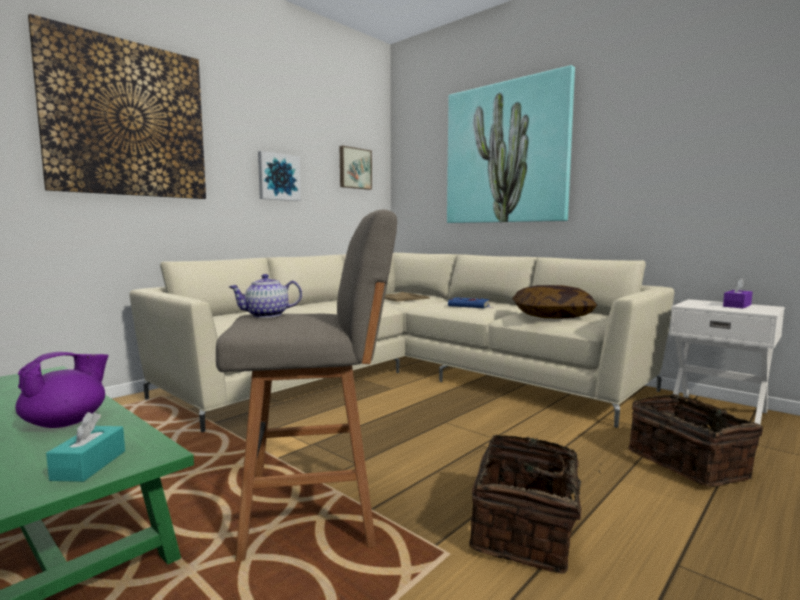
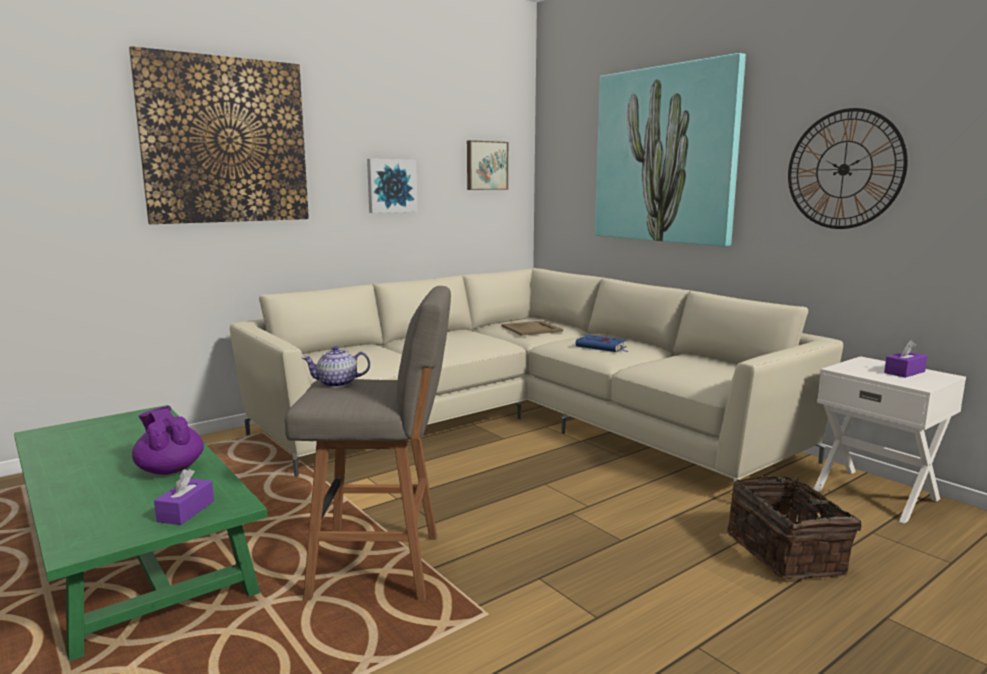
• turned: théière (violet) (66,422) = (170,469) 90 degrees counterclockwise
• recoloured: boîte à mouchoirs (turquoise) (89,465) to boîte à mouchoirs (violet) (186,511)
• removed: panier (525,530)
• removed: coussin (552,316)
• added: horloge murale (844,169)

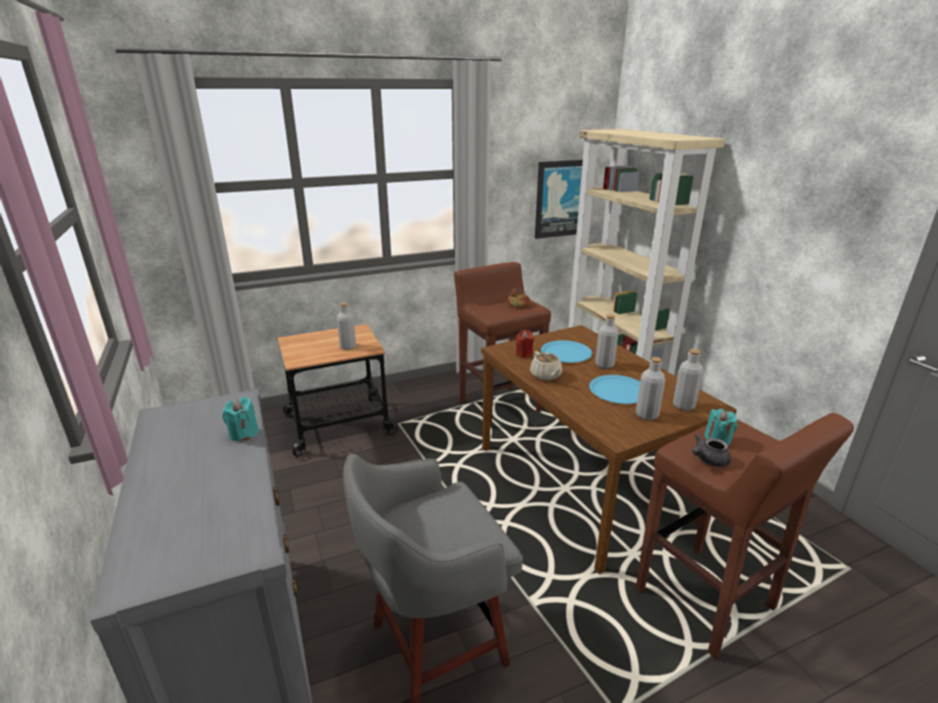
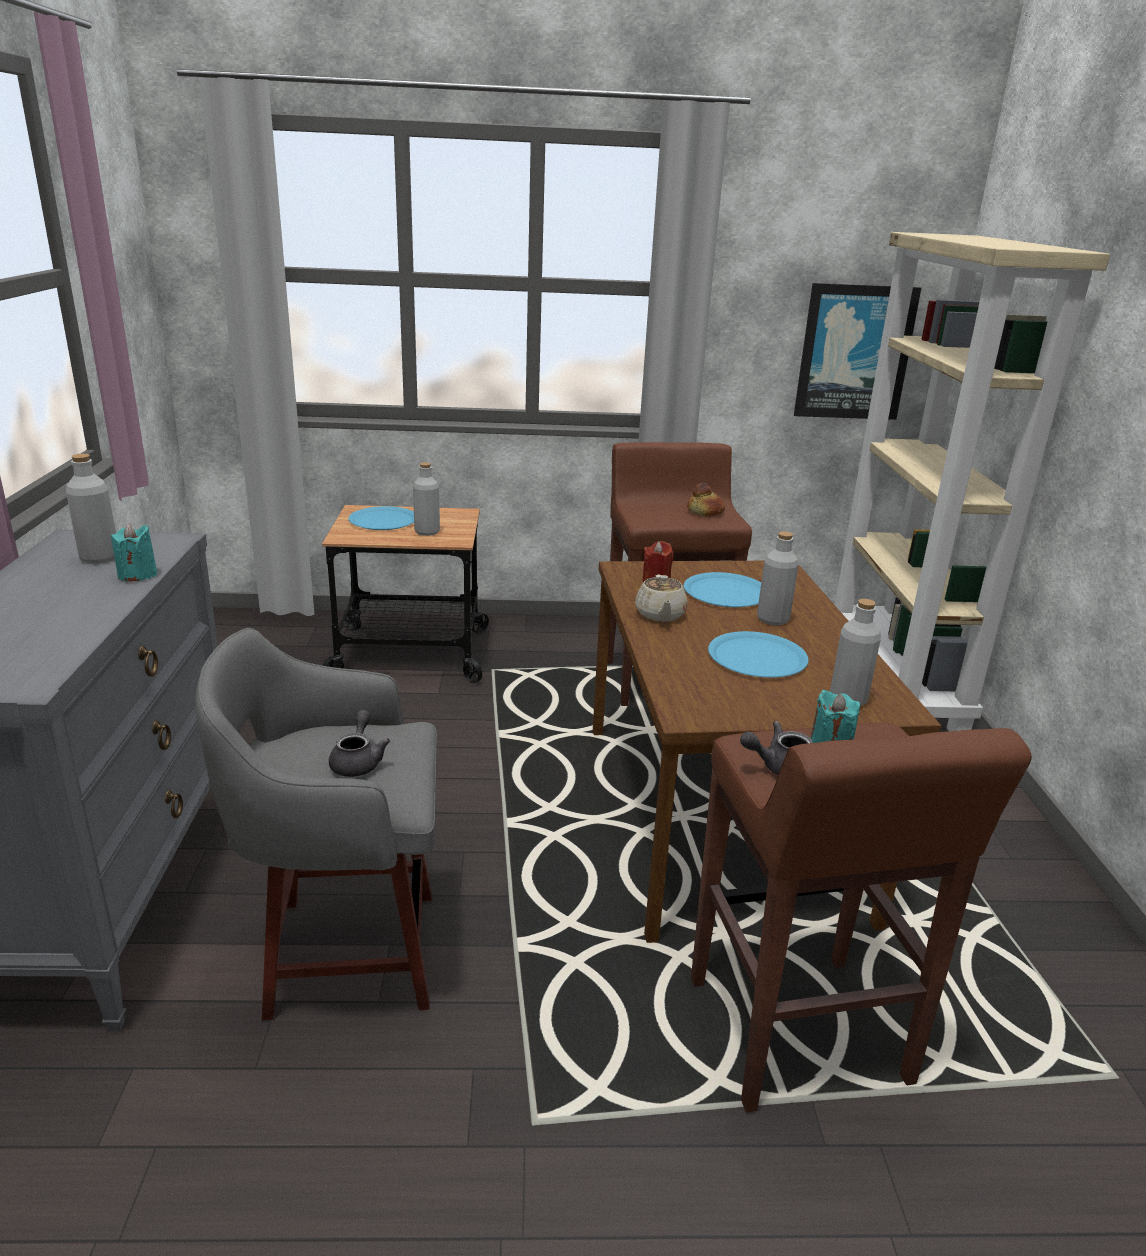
• moved: bouteille (gris) (647,415) to (99,557)
• added: théière (gris) (358,761)
• added: assiette (bleu) (383,520)

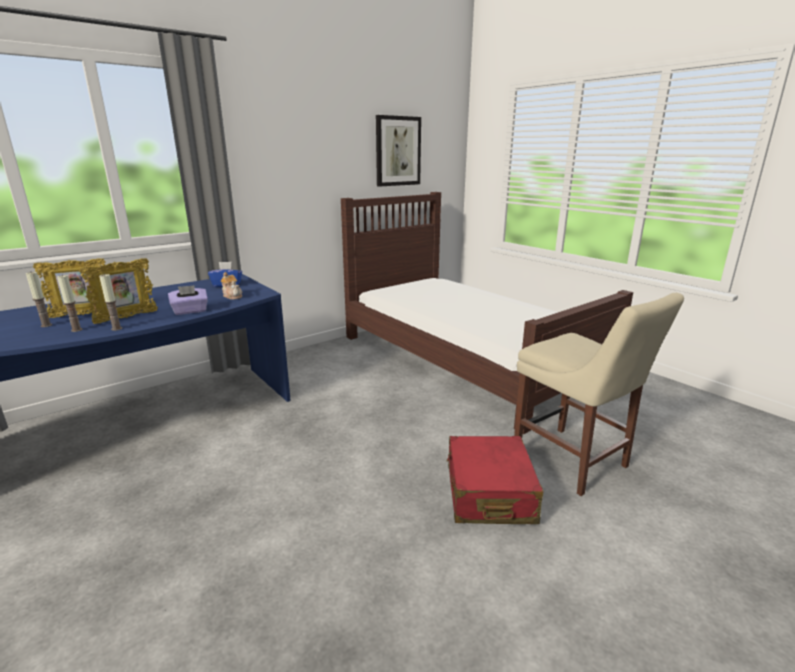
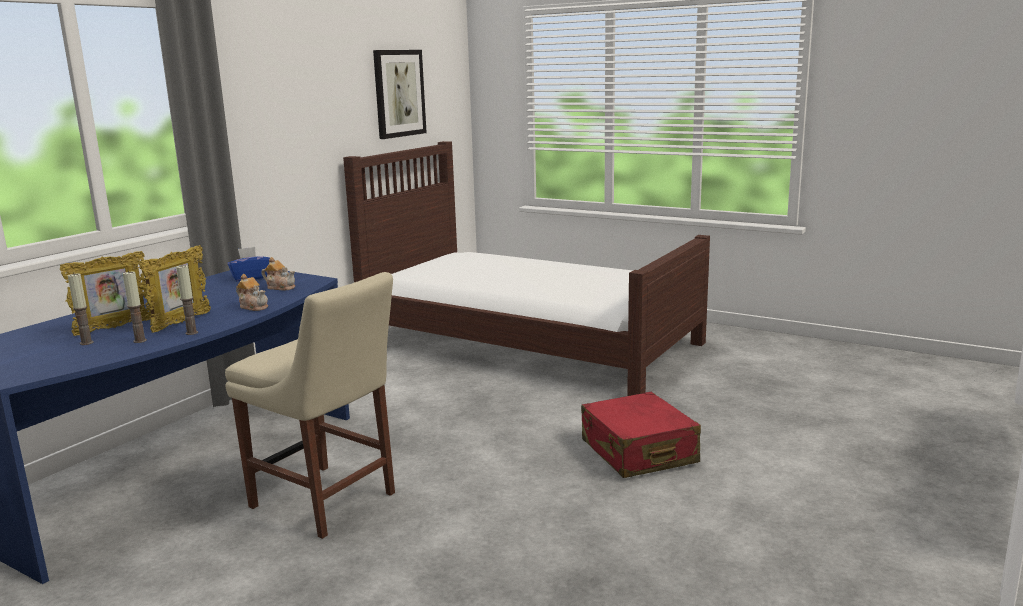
• replaced: boîte à mouchoirs (violet) (190,311) to théière (254,307)
• moved: chaise (beige) (574,462) to (327,502)

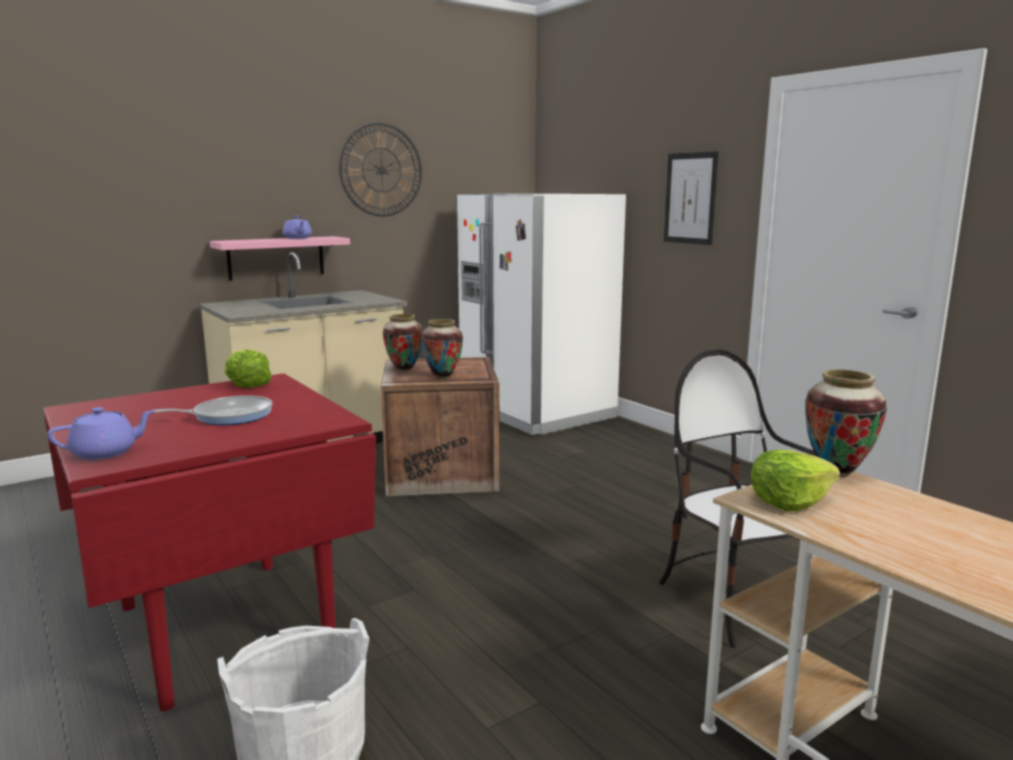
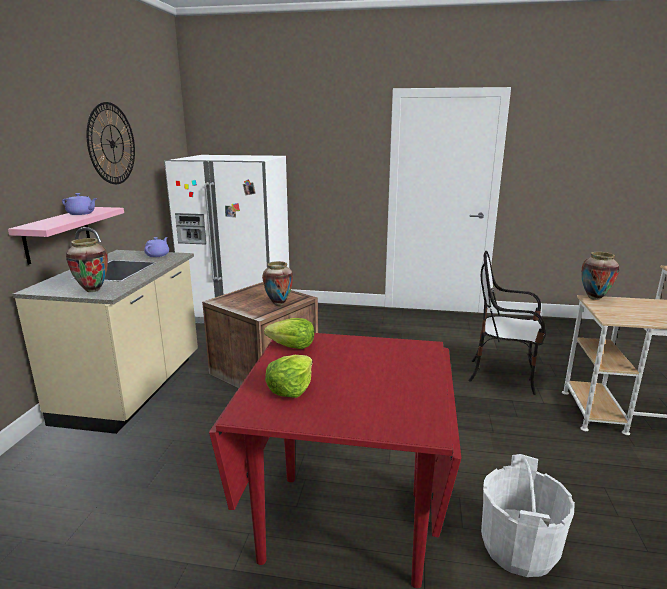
• moved: théière (violet) (106,452) to (158,255)
• removed: poêle (228,416)
• moved: vase (404,370) to (93,290)
• removed: tableau (690,198)
• moved: laitue (789,501) to (290,388)

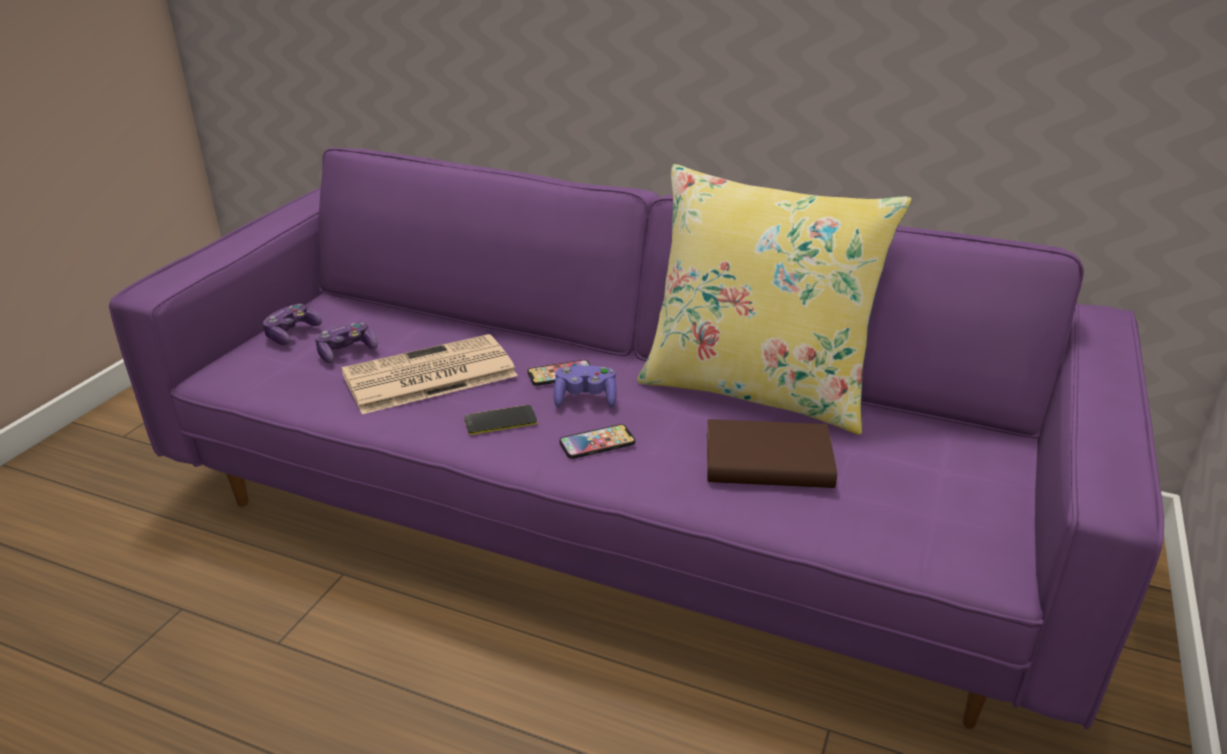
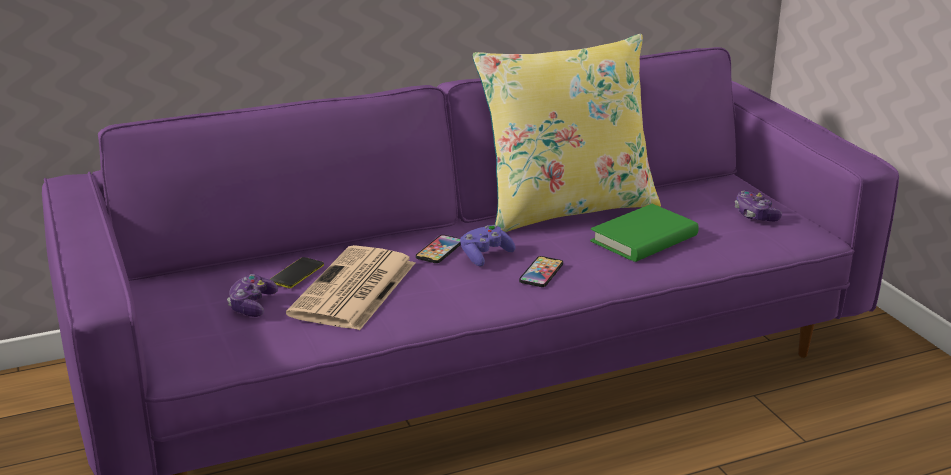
• moved: manette (292,333) to (755,215)
• moved: téléphone (500,421) to (297,273)
• recoloured: livre (marron) (768,461) to livre (vert) (644,239)

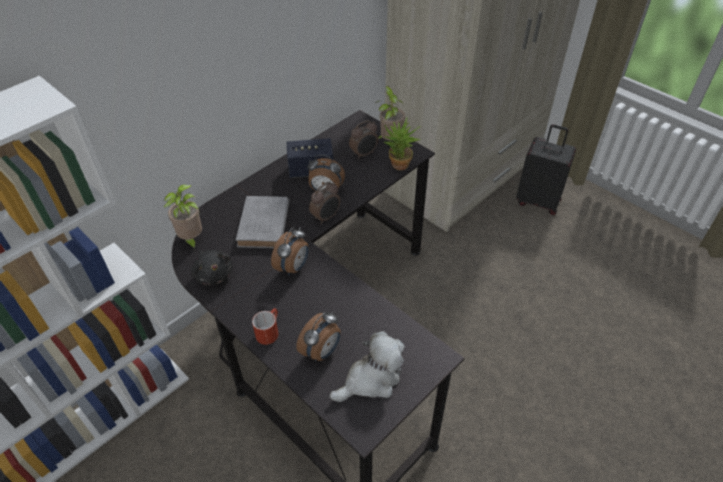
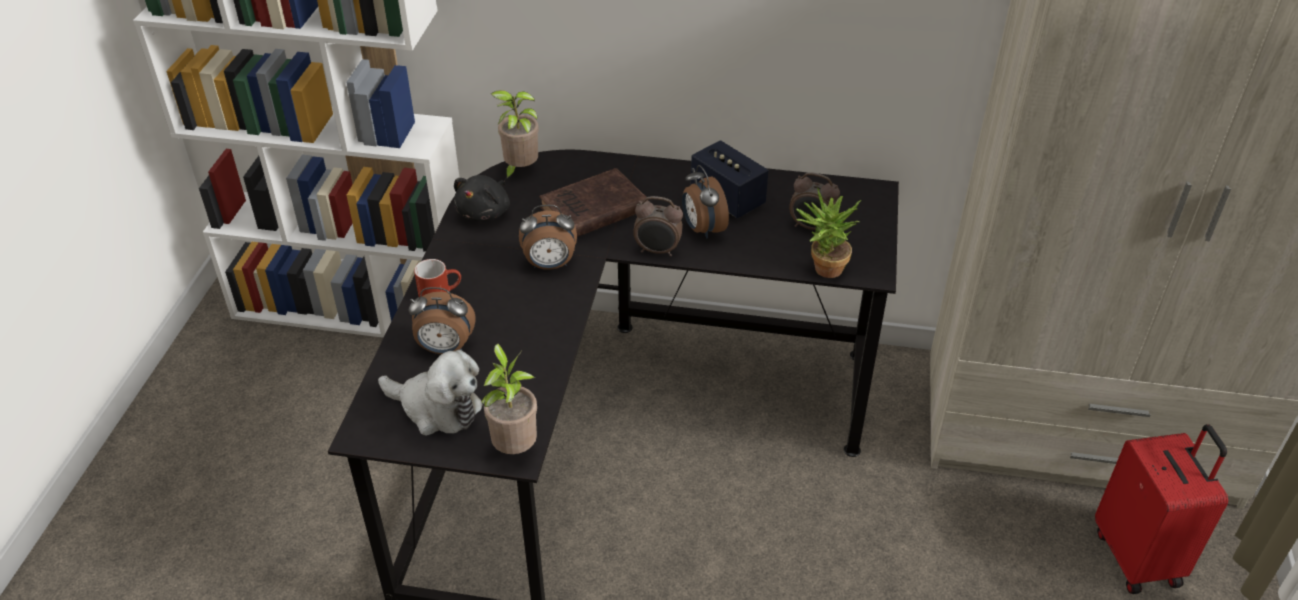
• recoloured: livre (gris) (263,226) to livre (marron) (591,210)
• moved: plante en pot (389,141) to (515,447)
• recoloured: valise (noir) (538,201) to valise (rouge) (1138,557)

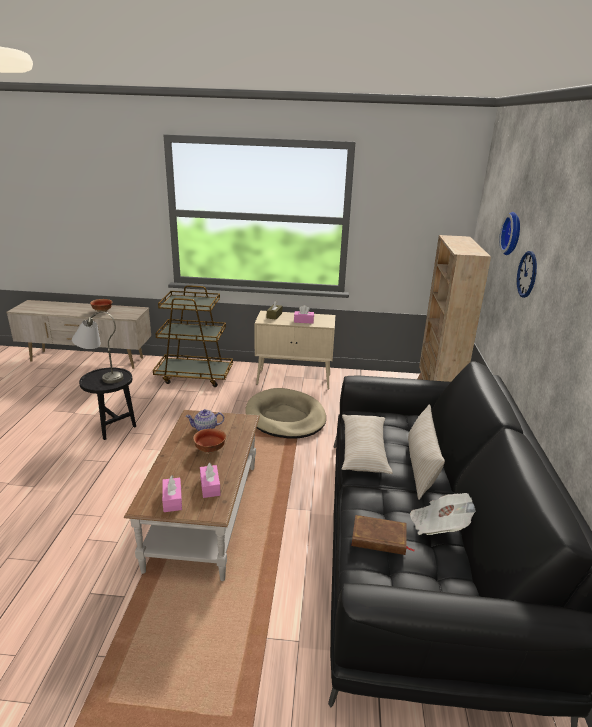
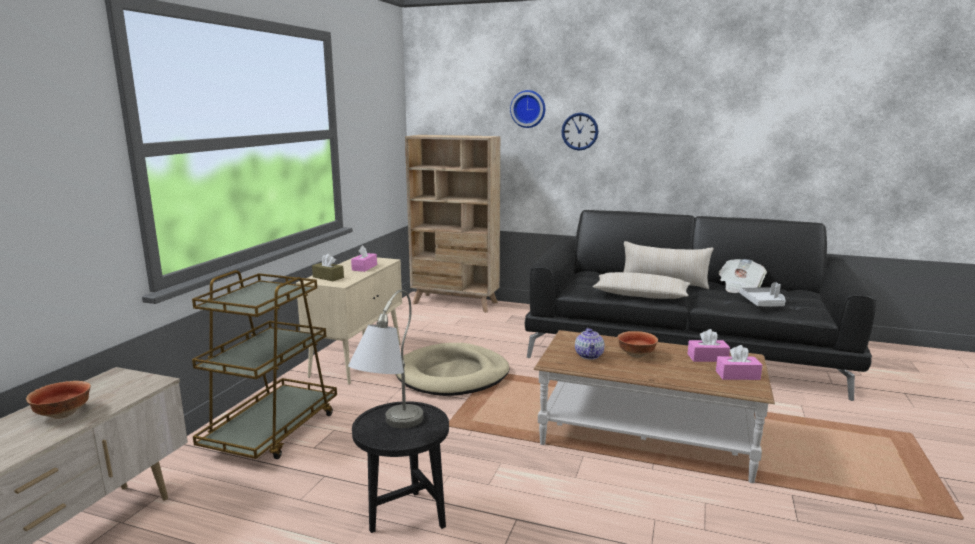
• replaced: livre (marron) (379,538) to plateau (gris) (763,303)

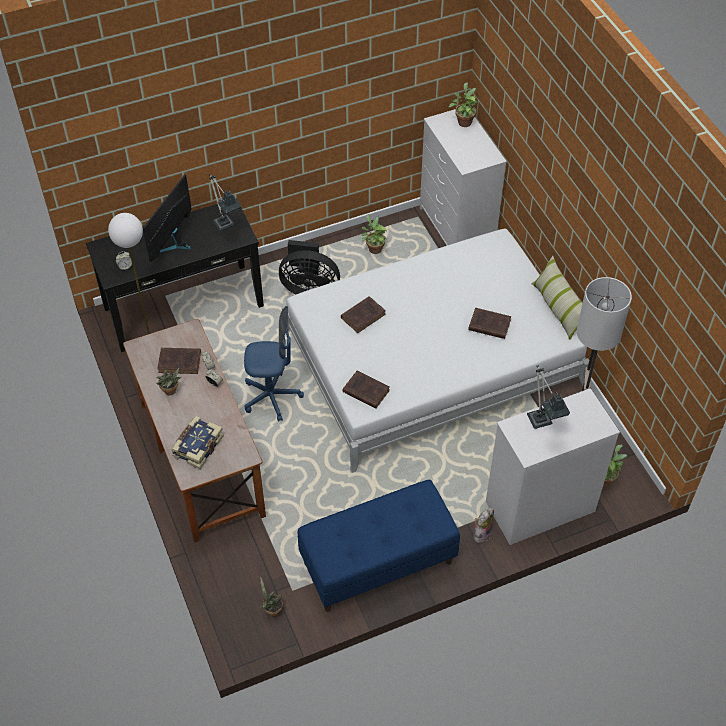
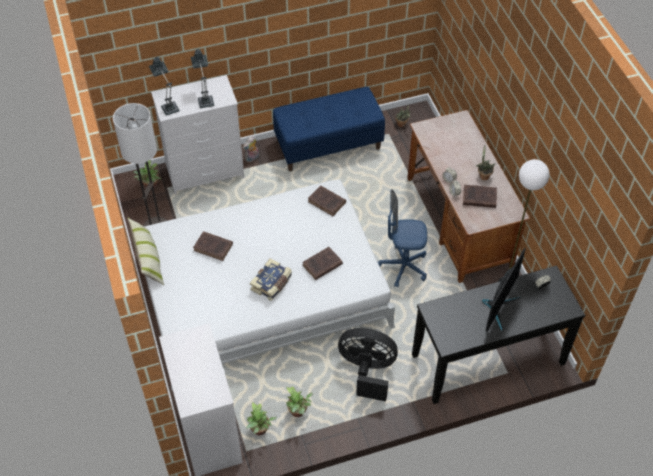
• moved: livre (197,446) to (272,284)
• moved: lampe de table (226,226) to (168,106)
• moved: plante en pot (463,121) to (260,431)

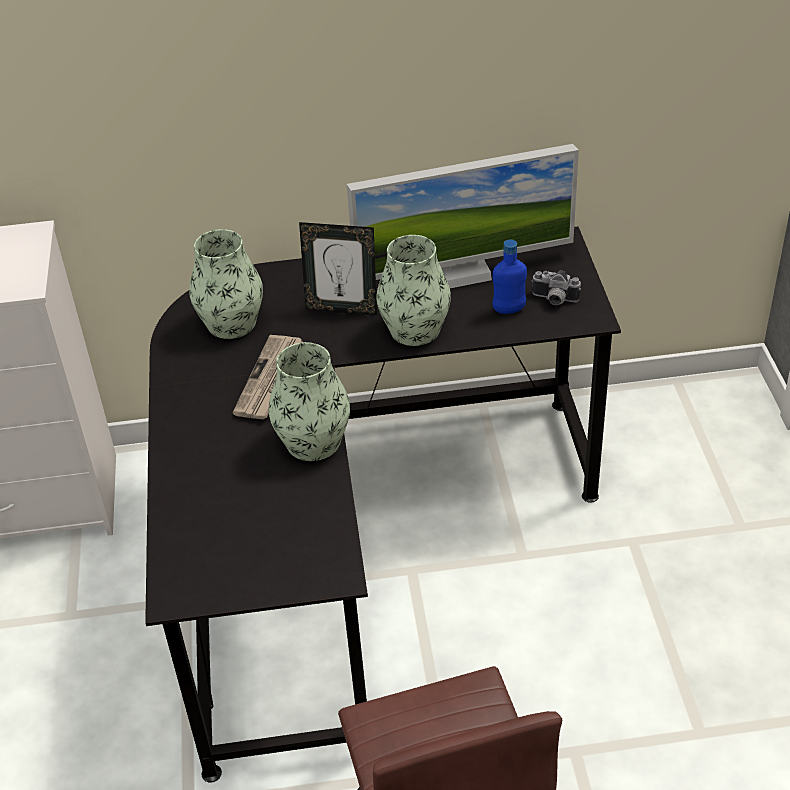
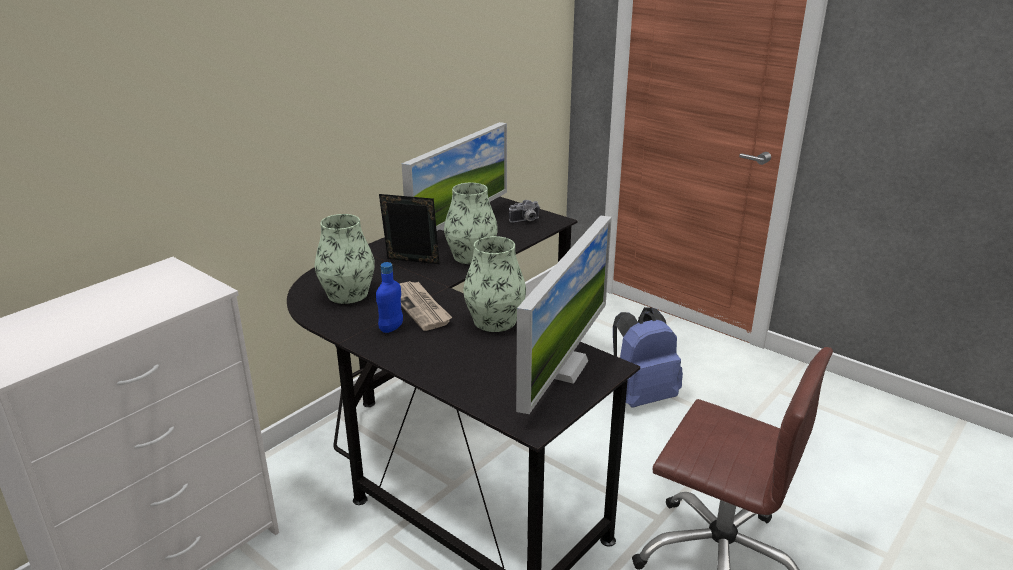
• turned: cadre photo (342,308) = (411,263) 135 degrees counterclockwise
• moved: bouteille (bleu) (509,310) to (391,328)
• added: écran d'ordinateur (562,367)
• added: sac à dos (bleu) (641,396)

